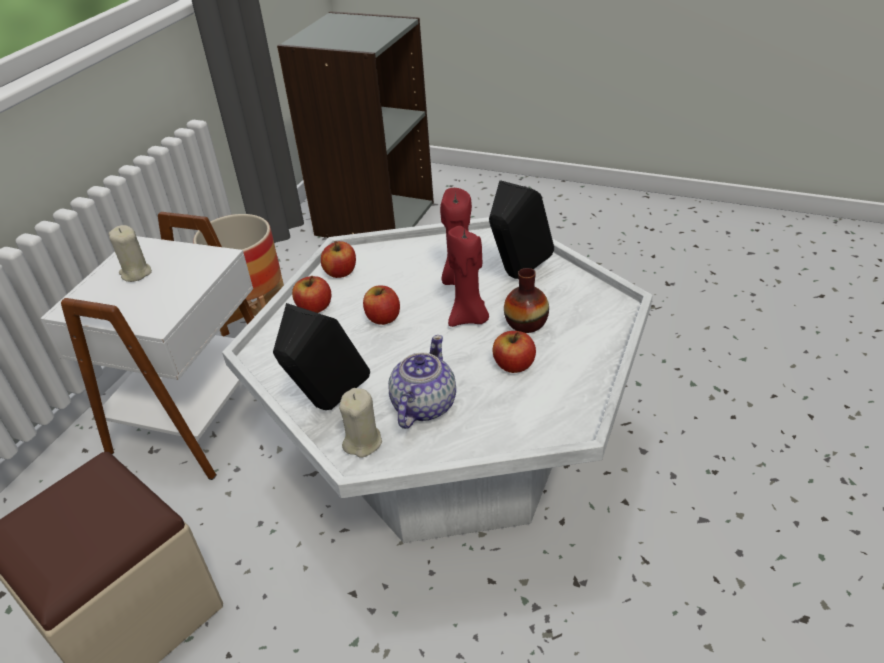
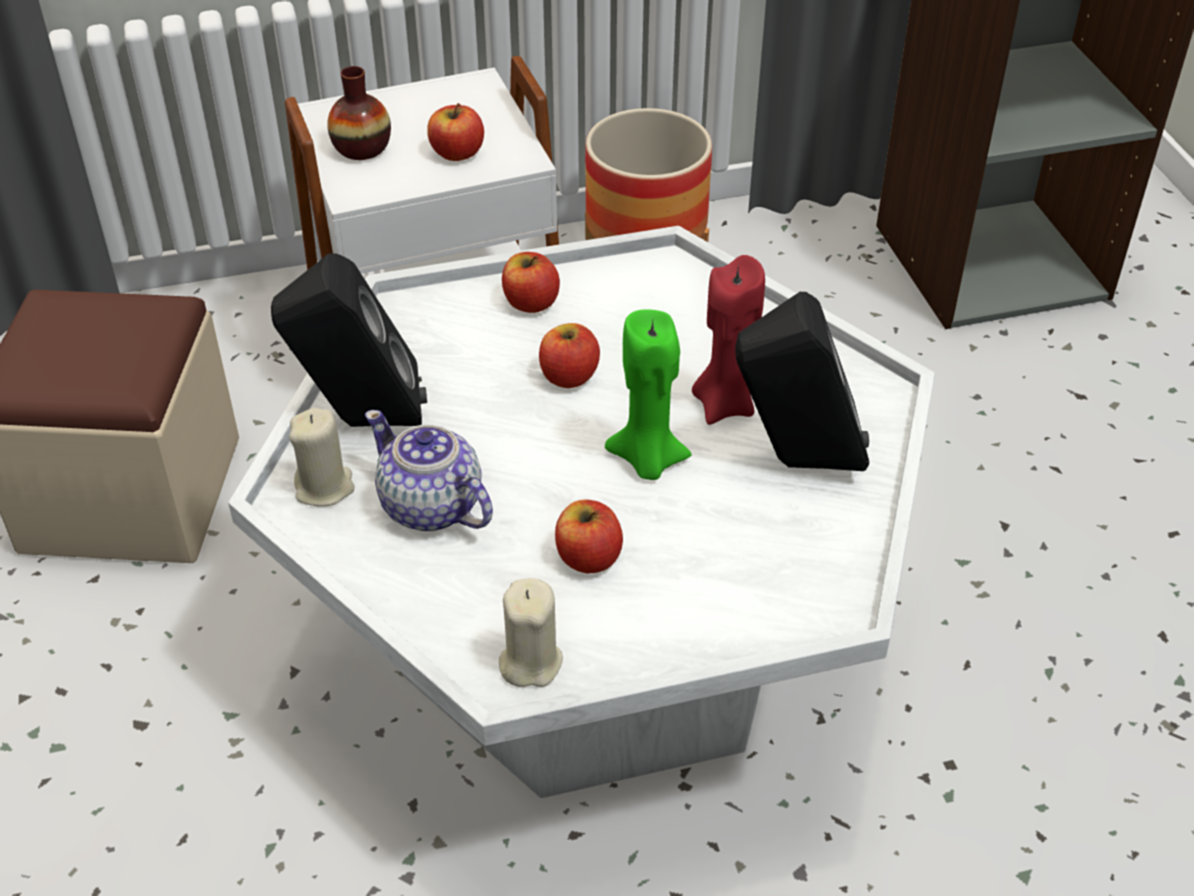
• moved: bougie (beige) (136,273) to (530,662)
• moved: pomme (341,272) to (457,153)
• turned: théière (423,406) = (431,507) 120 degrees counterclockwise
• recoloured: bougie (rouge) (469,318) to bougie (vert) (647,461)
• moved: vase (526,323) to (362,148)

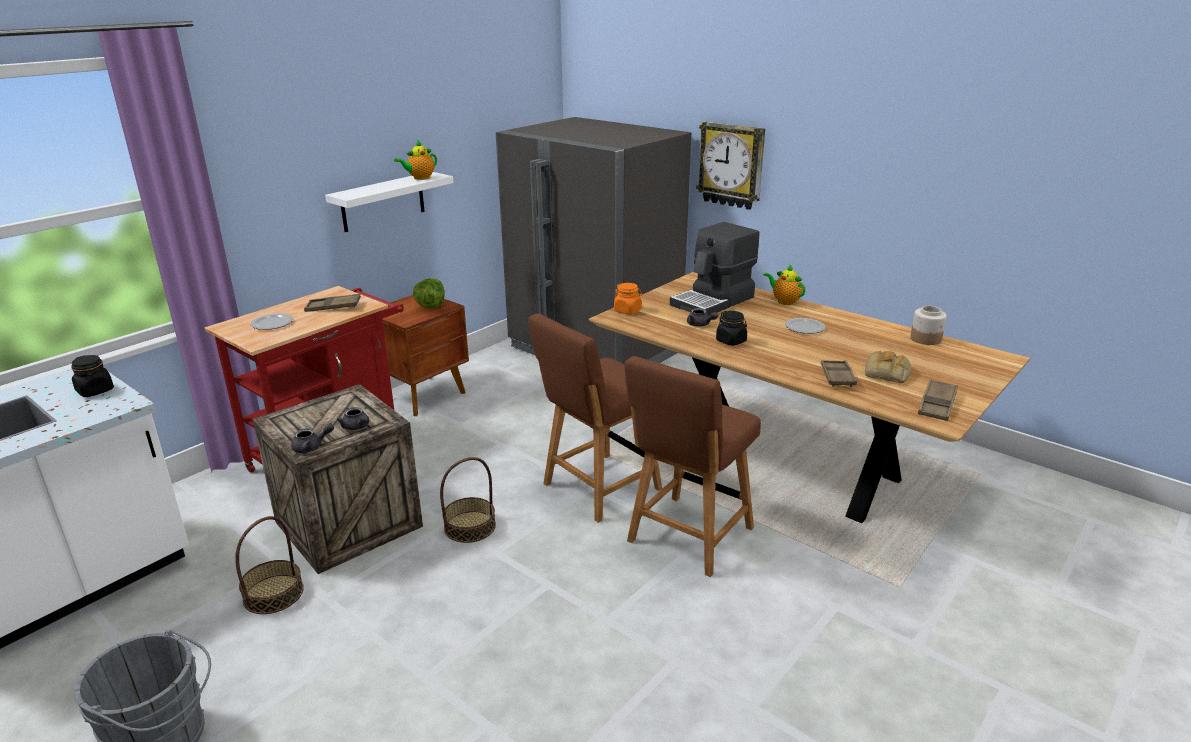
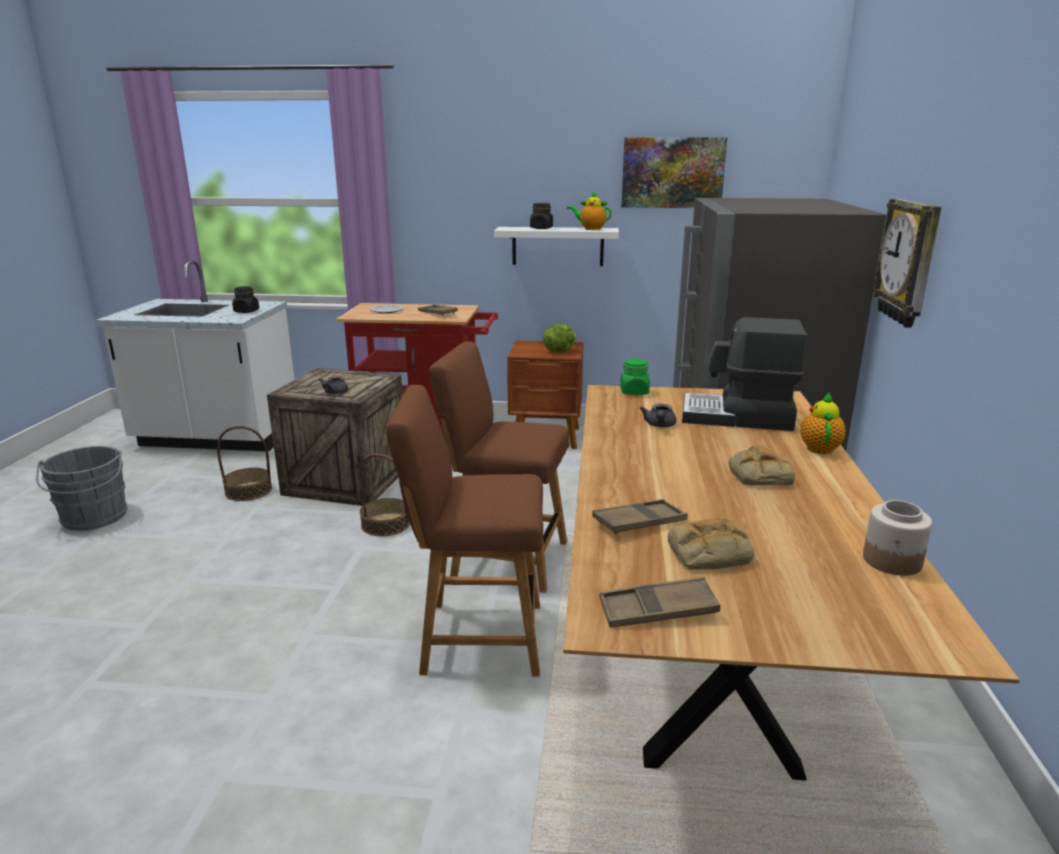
• removed: théière (gris) (312,447)
• recoloured: bocal (orange) (628,310) to bocal (vert) (634,392)
• moved: bocal (noir) (731,341) to (541,228)
• replaced: assiette (804,328) to pain (758,474)
• added: tableau (672,173)

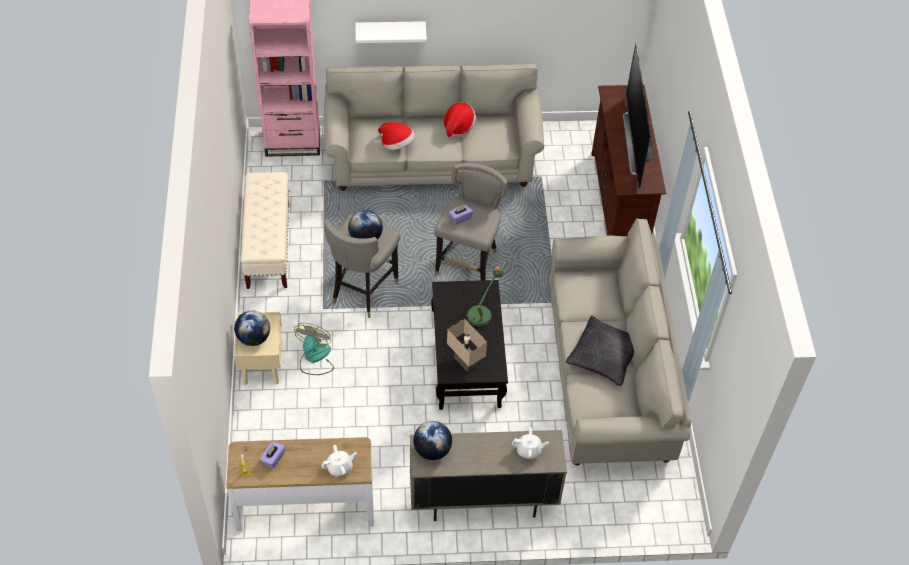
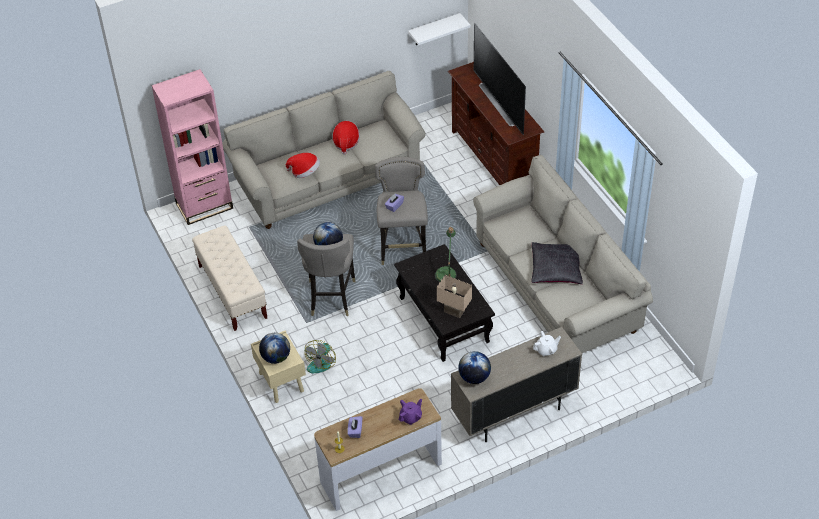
• turned: ventilateur (314,358) = (321,362) 150 degrees counterclockwise
• recoloured: théière (blanc) (340,467) to théière (violet) (411,417)
• moved: étagère (blanc) (390,31) to (434,30)

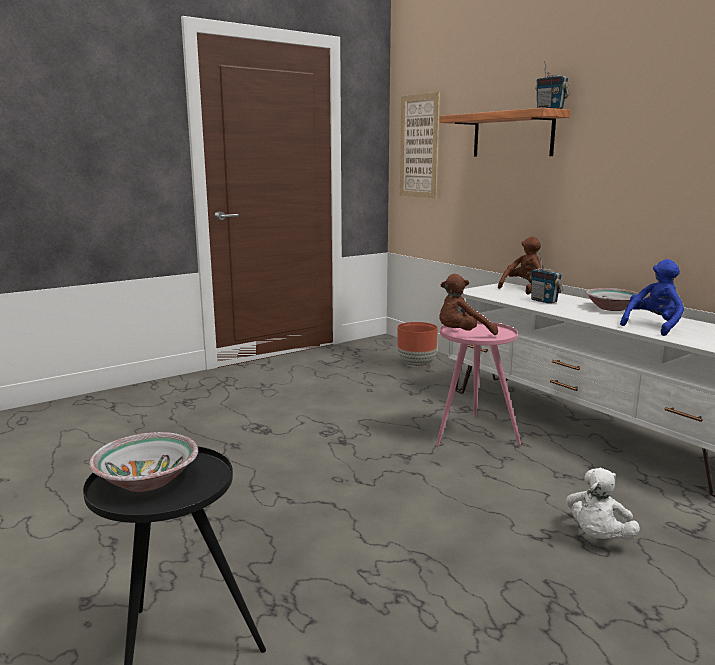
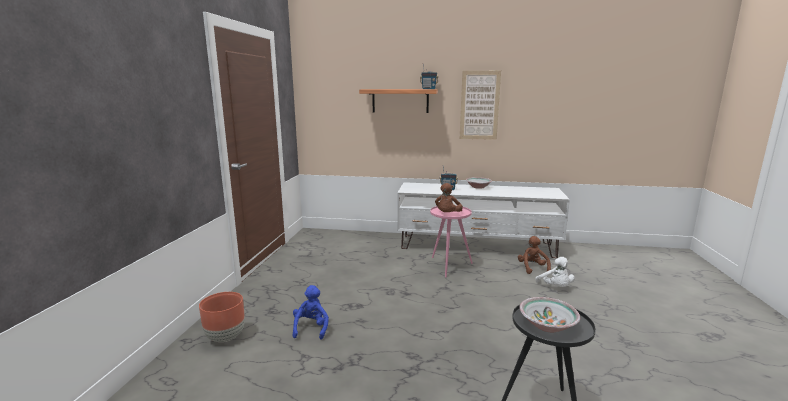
• moved: cache-pot (marron) (417,365) to (226,337)
• moved: tableau (419,146) to (479,105)
• moved: peluche (marron) (523,288) to (532,268)
• moved: peluche (bleu) (653,326) to (311,328)

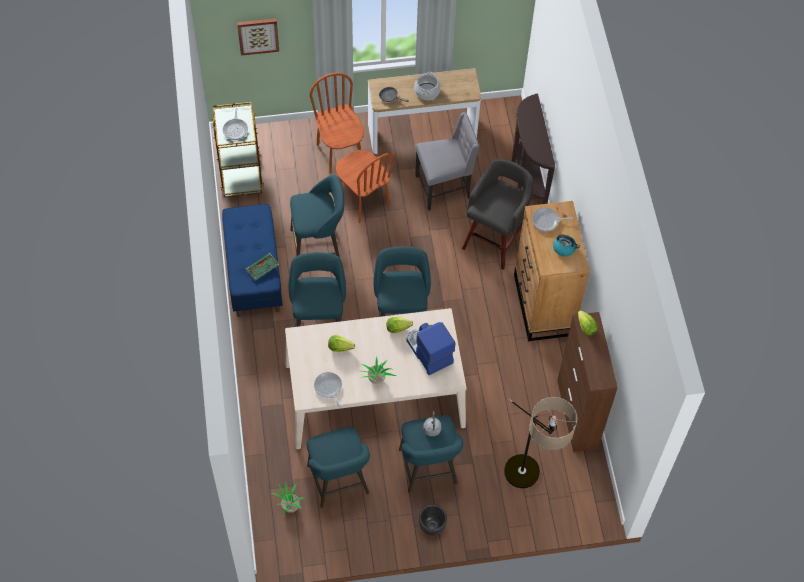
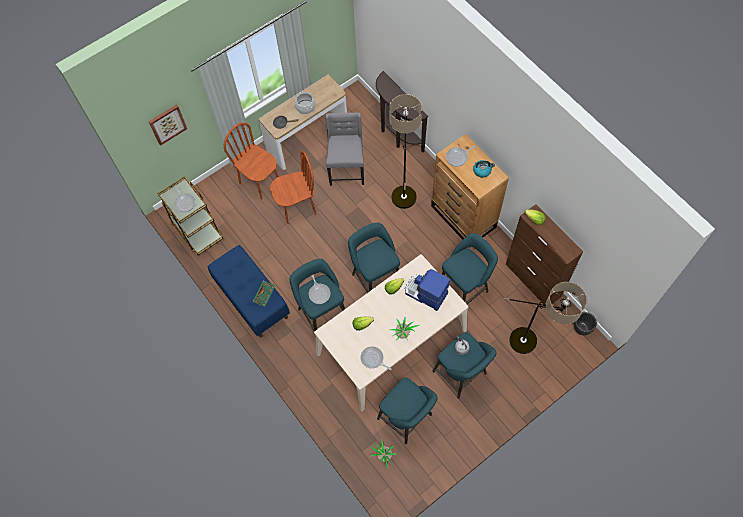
• moved: tabouret (turquoise) (319,245) to (464,287)
• turned: chaise (marron) (363,201) = (297,207) 45 degrees counterclockwise
• turned: chaise (gris) (444,187) = (346,169) 45 degrees counterclockwise
• moved: cache-pot (noir) (431,527) to (581,328)
• replaced: tabouret (gris) (495,240) to lampadaire (404,188)
• added: poêle (319,293)

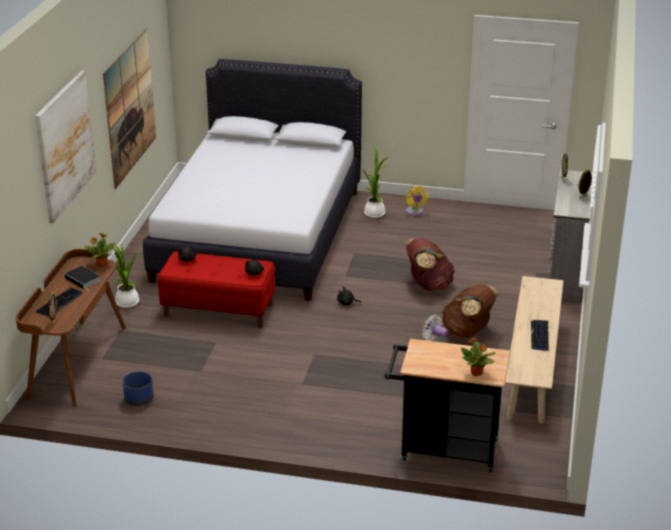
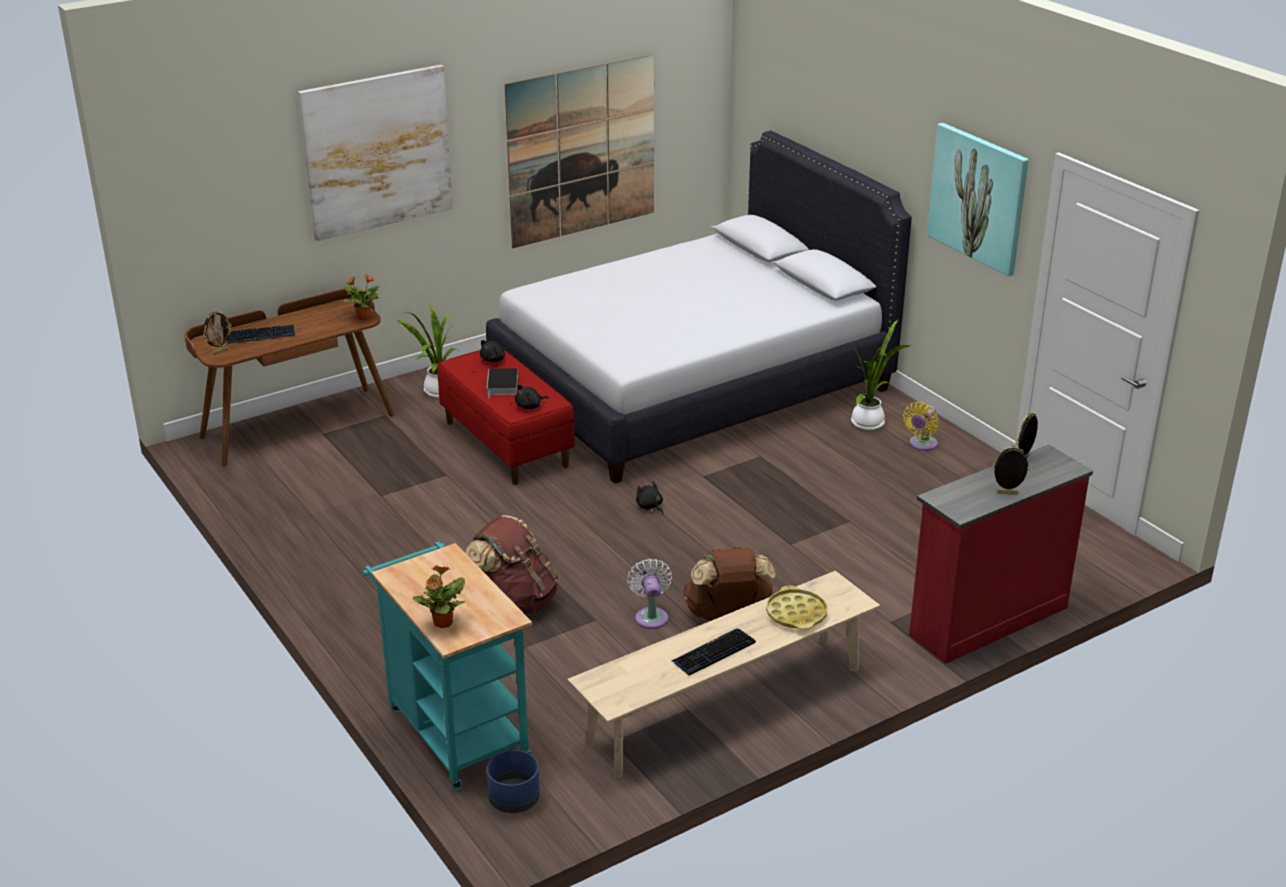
• moved: livre (84,280) to (502,385)
• moved: cache-pot (bleu) (138,399) to (513,799)
• recoloured: chariot (noir) (443,449) to chariot (turquoise) (453,728)
• moved: sac à dos (marron) (428,285) to (515,602)
• recoloured: commode (gris) (565,275) to commode (rouge) (986,620)
• added: plateau (jaune) (796,614)
• added: tableau (978,197)

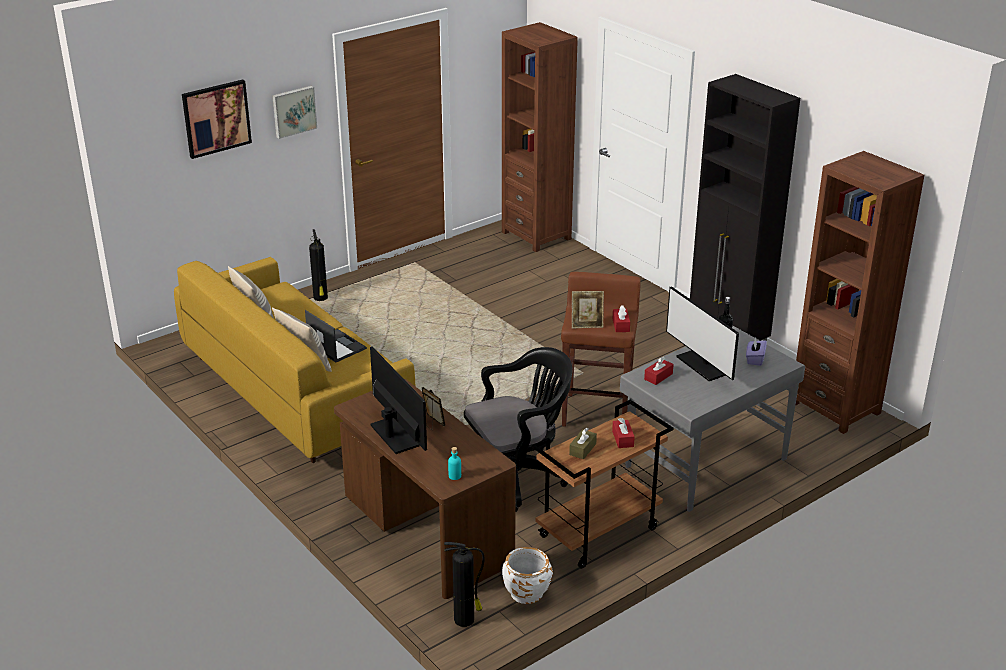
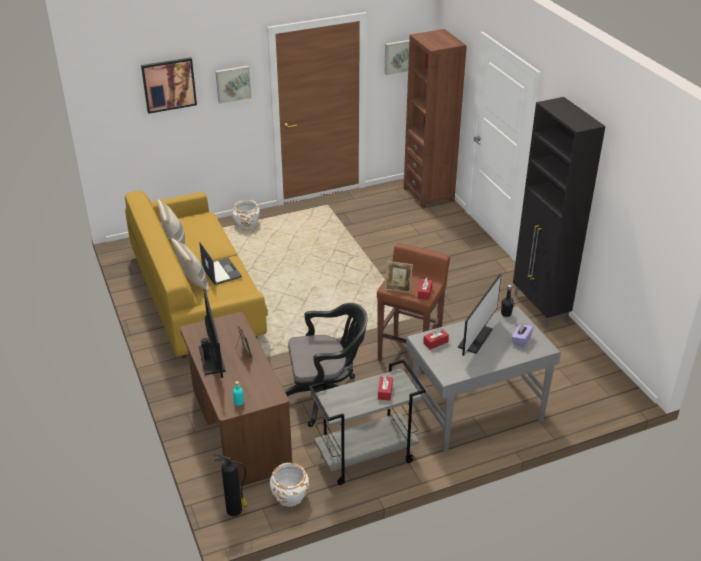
• replaced: extincteur (320,298) to cache-pot (blanc) (247,225)
• recoloured: chariot (marron) (598,533) to chariot (gris) (365,457)
• removed: boîte à mouchoirs (marron) (582,449)
• turned: écran d'ordinateur (702,365) = (475,338) 135 degrees counterclockwise
• removed: bibliothèque (marron) (835,408)
• added: tableau (399,56)

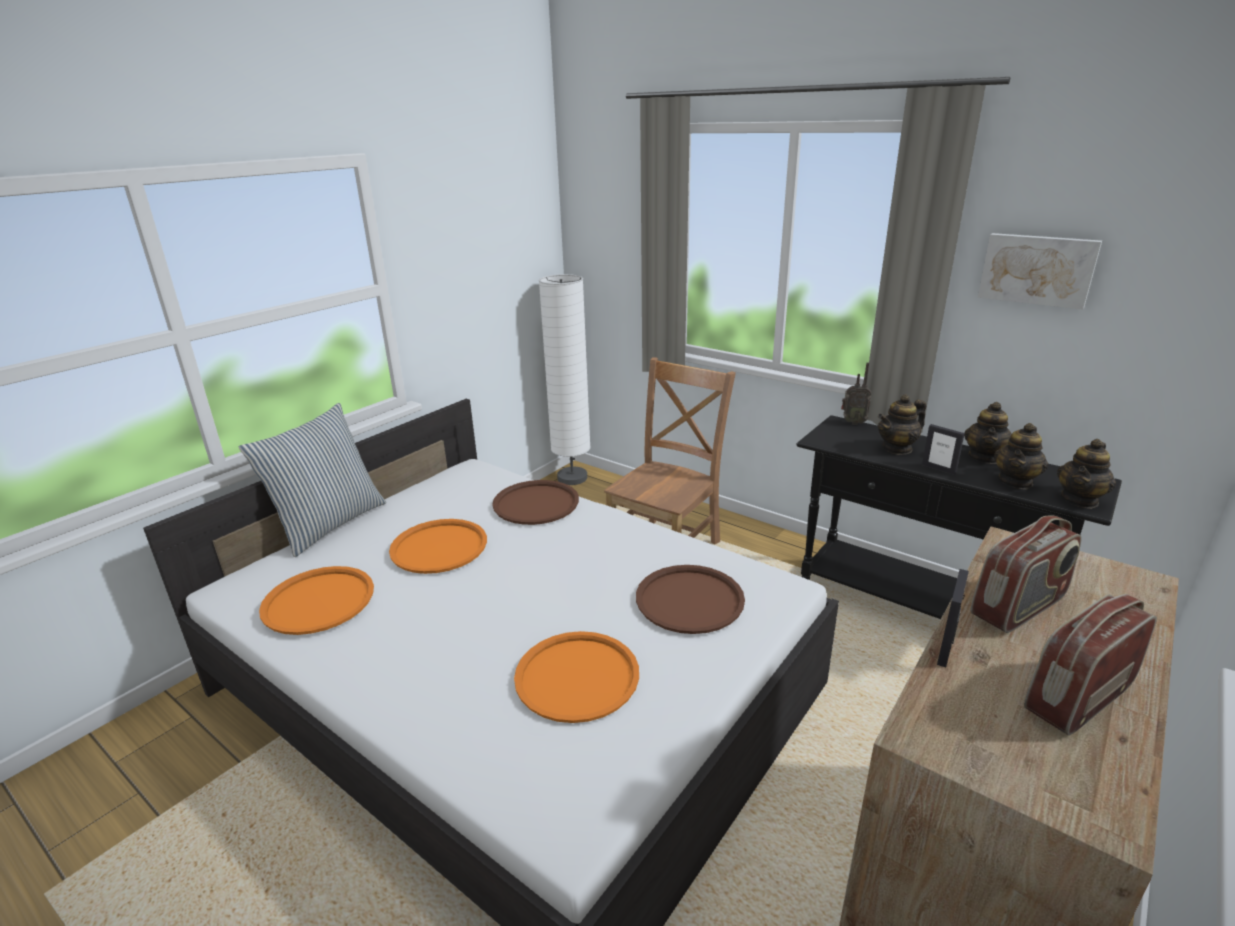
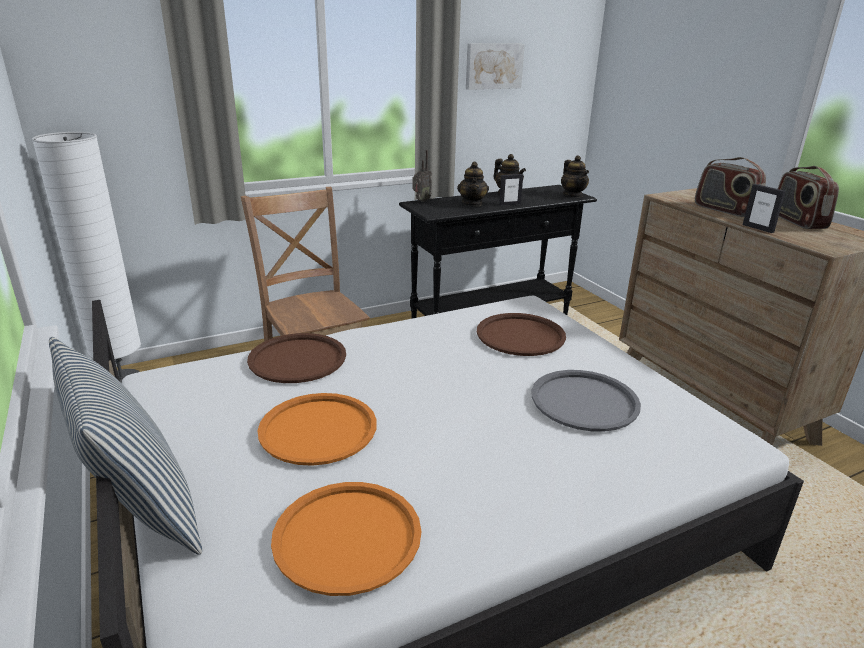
• recoloured: plateau (orange) (577,677) to plateau (gris) (584,401)
• turned: radio (1019,607) = (725,210) 150 degrees clockwise
• removed: théière (1015,481)

